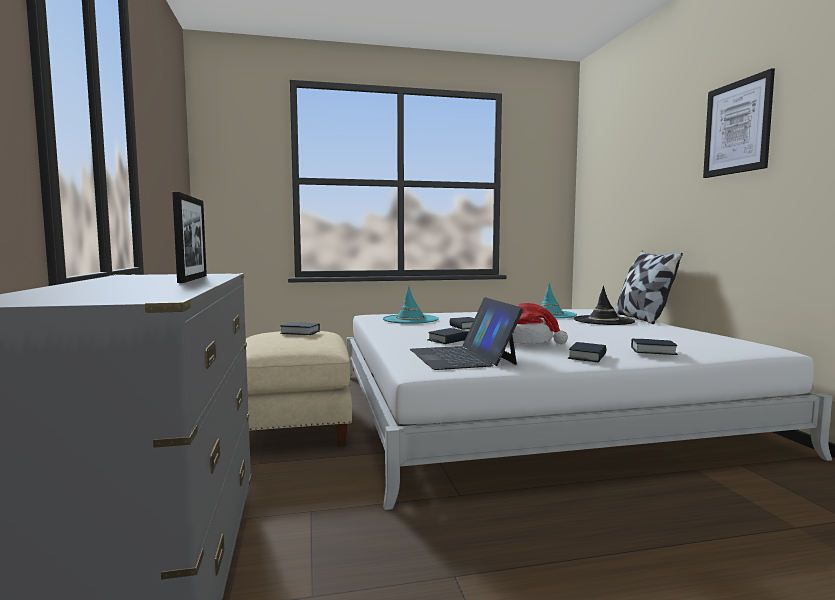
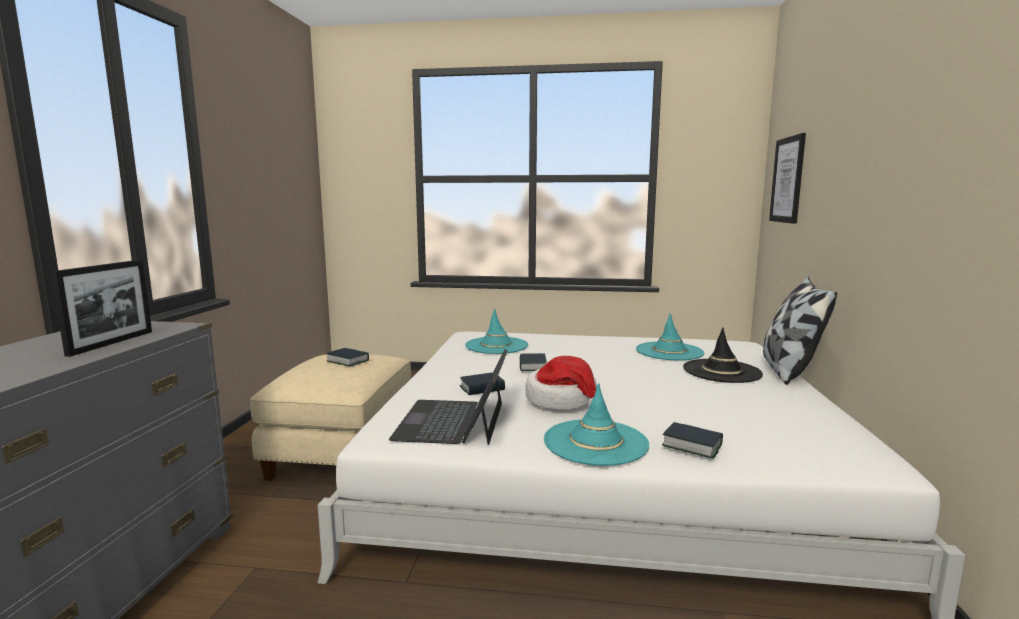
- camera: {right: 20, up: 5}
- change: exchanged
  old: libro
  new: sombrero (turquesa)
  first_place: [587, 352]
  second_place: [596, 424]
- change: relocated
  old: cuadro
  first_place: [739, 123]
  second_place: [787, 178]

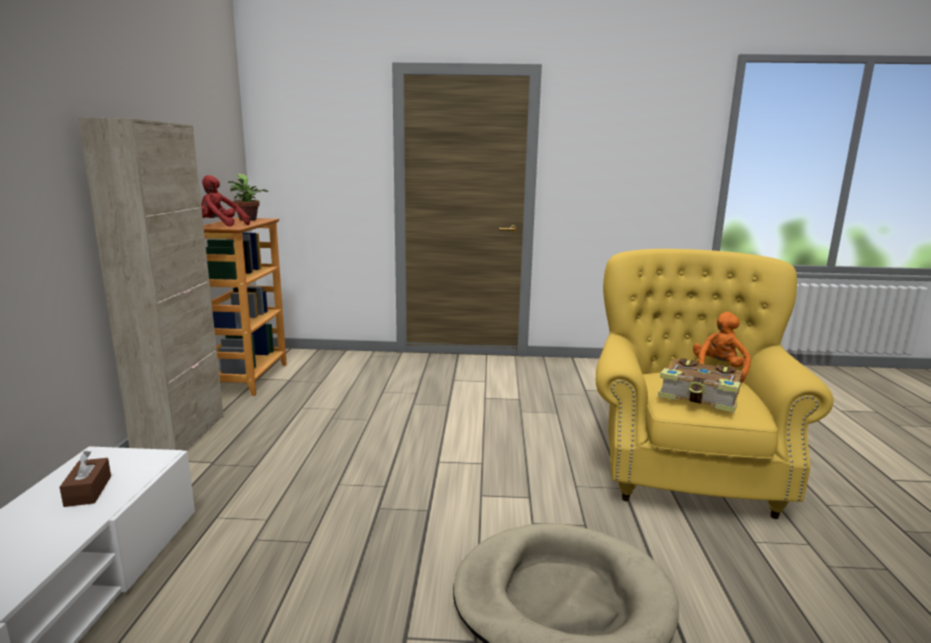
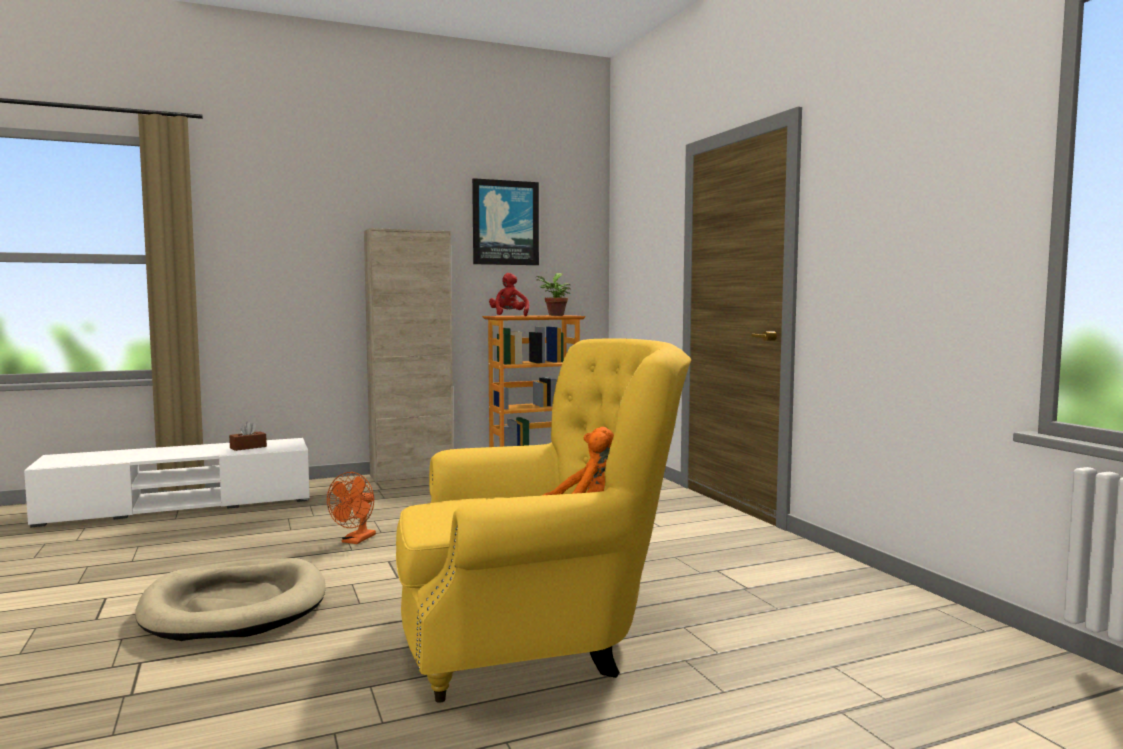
- camera: {right: 65, up: -10}
- change: missing
  old: libro
  first_place: [700, 385]
- change: appeared
  new: ventilador (naranja)
  second_place: [351, 508]
- change: appeared
  new: cuadro
  second_place: [505, 221]

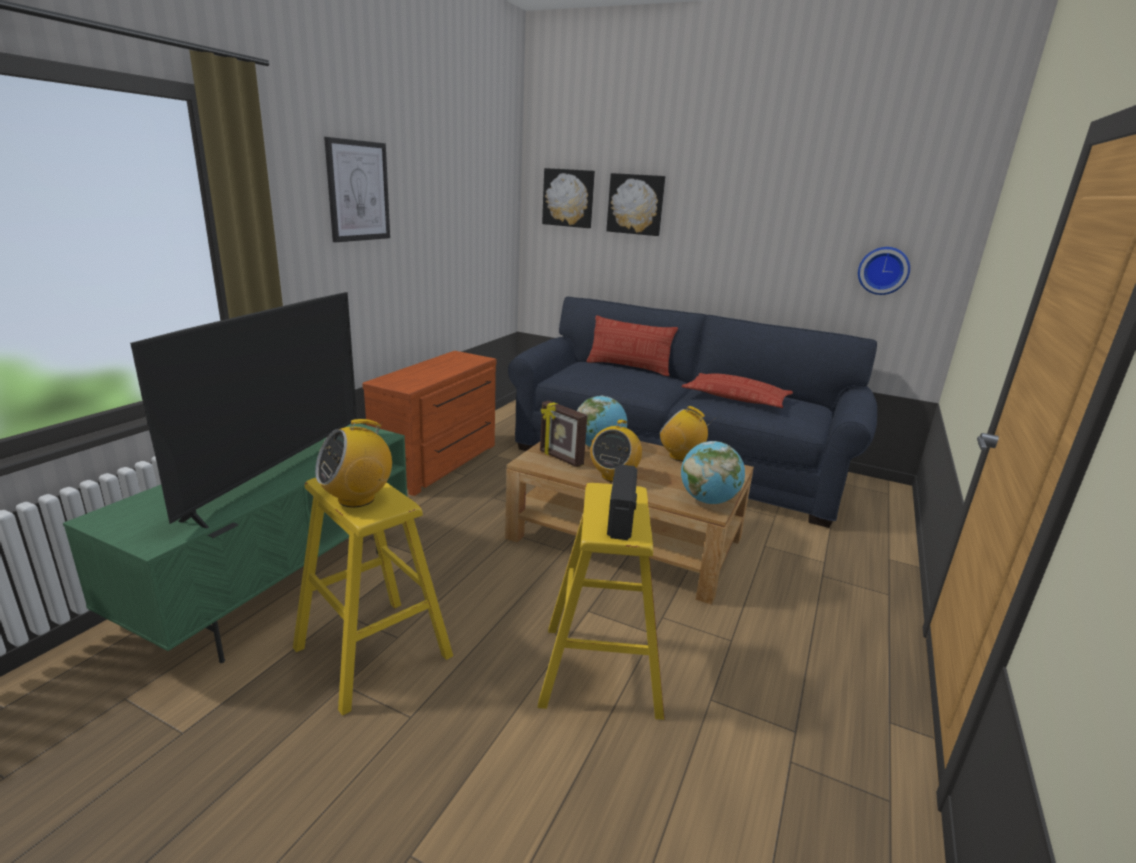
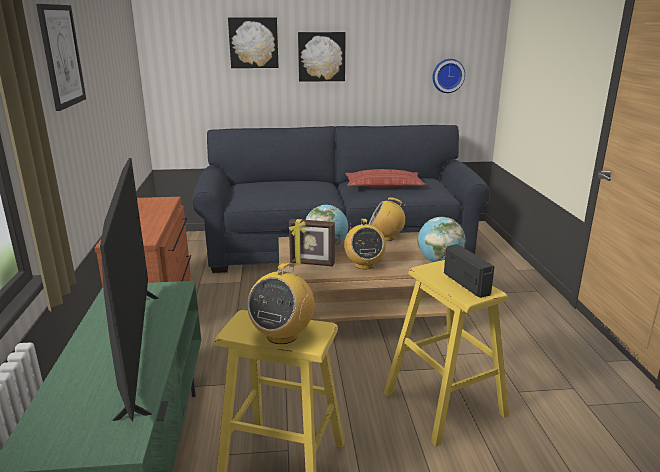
- camera: {right: -30, up: 0}
- change: relocated
  old: cuadro
  first_place: [568, 198]
  second_place: [322, 57]
- change: missing
  old: cojín
  first_place: [632, 345]

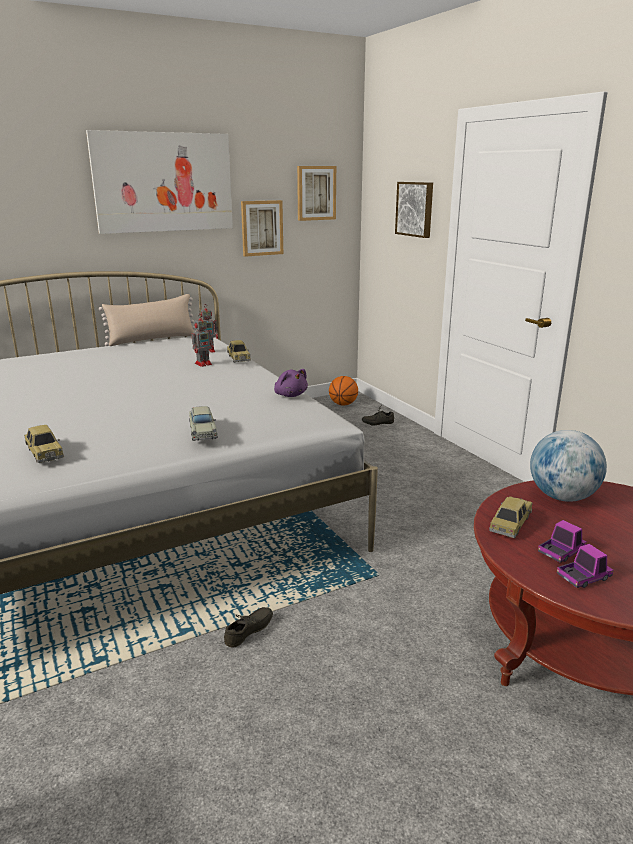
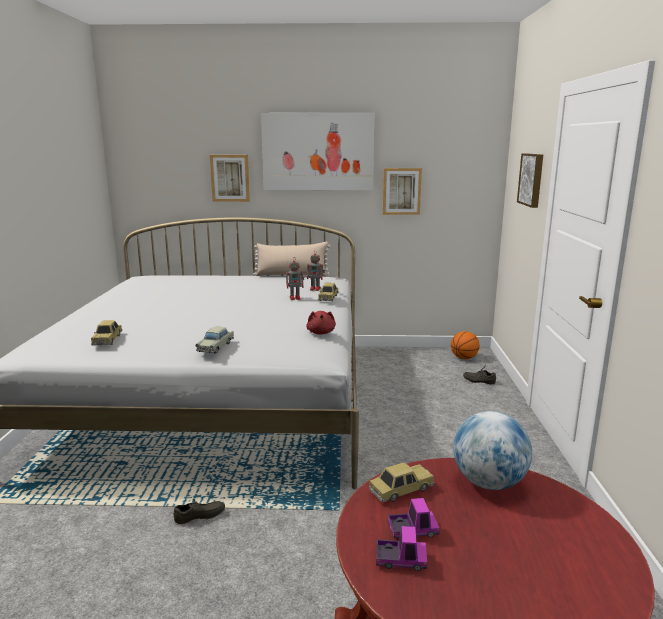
- camera: {right: 30, up: -5}
- change: colour
  old: peluche (morado)
  new: peluche (rojo)
  first_place: [291, 383]
  second_place: [321, 323]
- change: relocated
  old: cuadro
  first_place: [316, 193]
  second_place: [230, 178]

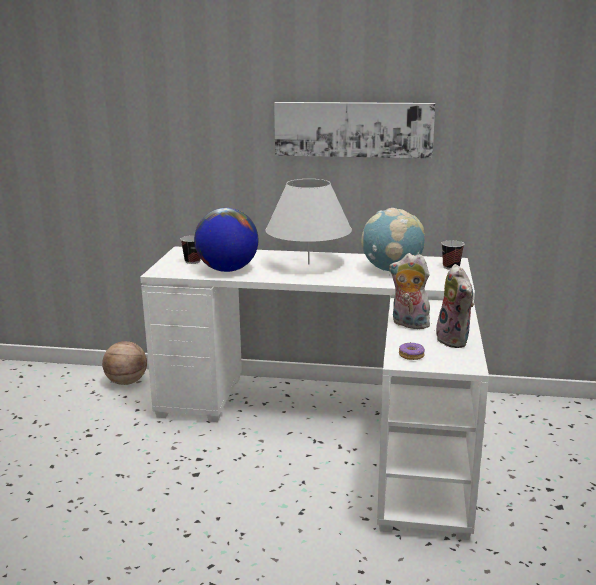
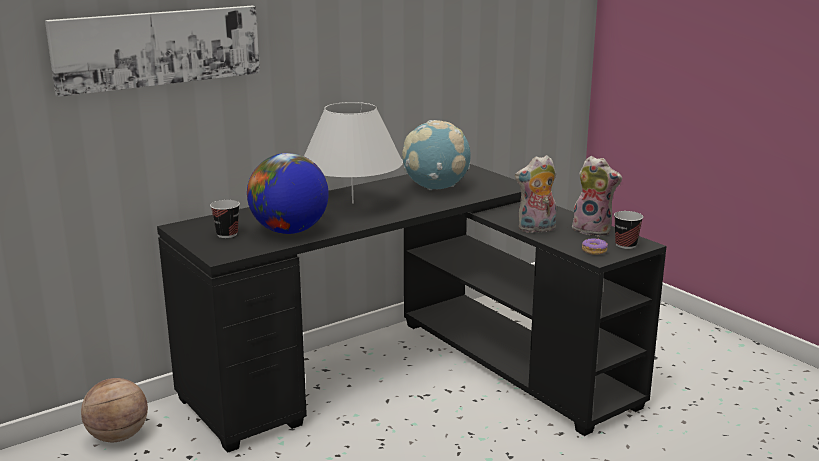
- camera: {right: -45, up: 0}
- change: colour
  old: escritorio (blanco)
  new: escritorio (negro)
  first_place: [314, 393]
  second_place: [412, 308]
- change: relocated
  old: cuadro
  first_place: [354, 130]
  second_place: [152, 51]
- change: relocated
  old: taza
  first_place: [452, 255]
  second_place: [628, 230]

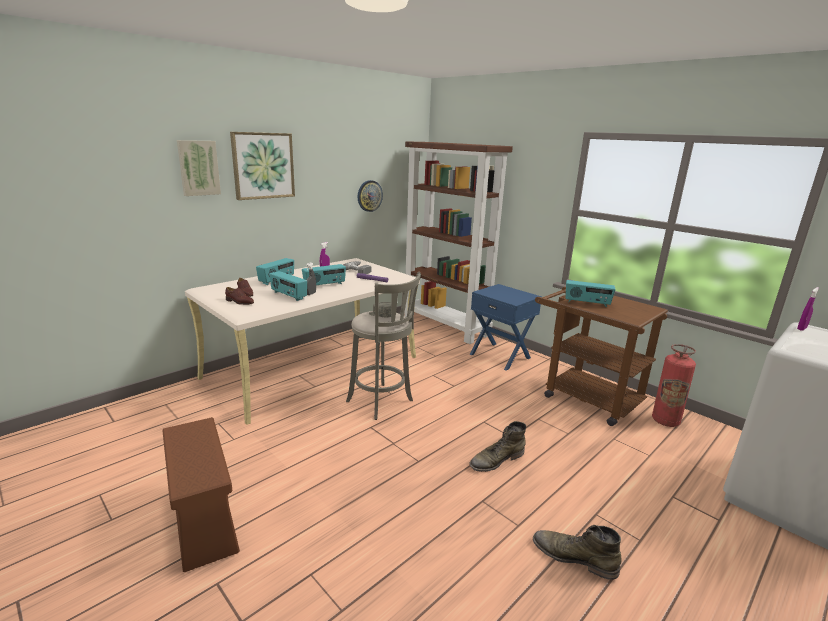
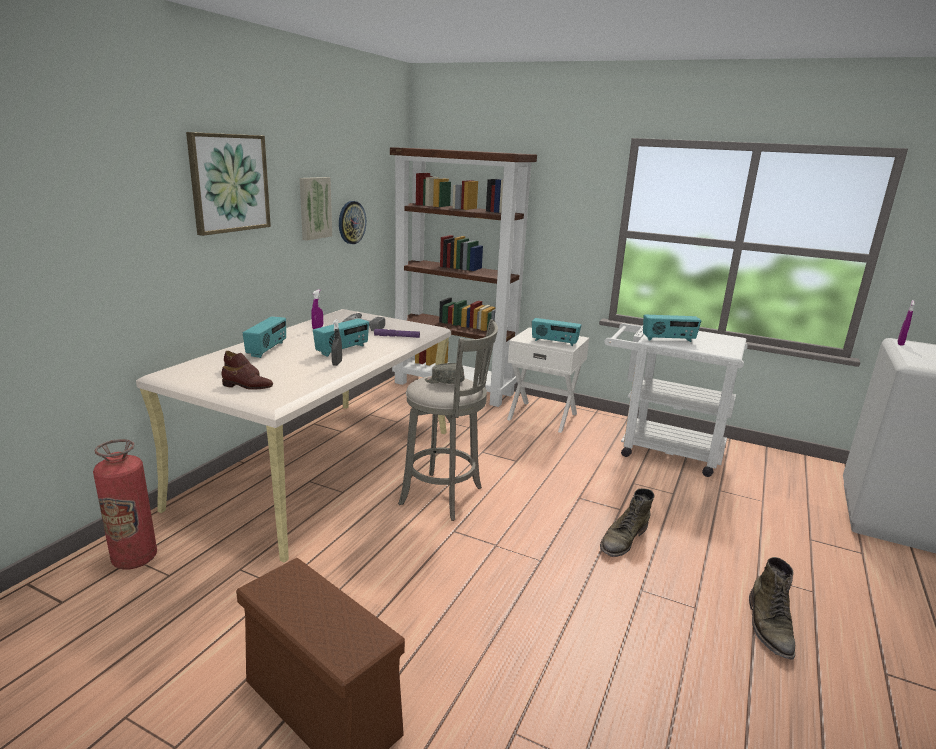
- camera: {right: -20, up: 0}
- change: relocated
  old: cuadro
  first_place: [199, 168]
  second_place: [316, 209]
- change: relocated
  old: radio
  first_place: [288, 286]
  second_place: [556, 332]
- change: colour
  old: mesita de noche (azul)
  new: mesita de noche (blanco)
  first_place: [505, 327]
  second_place: [548, 380]
- change: spun
  old: bota (verde)
  first_place: [577, 552]
  second_place: [772, 608]
  degrees: -90
- change: colour
  old: carrito (marrón)
  new: carrito (blanco)
  first_place: [601, 356]
  second_place: [676, 400]
- change: relocated
  old: extintor
  first_place: [674, 385]
  second_place: [125, 504]

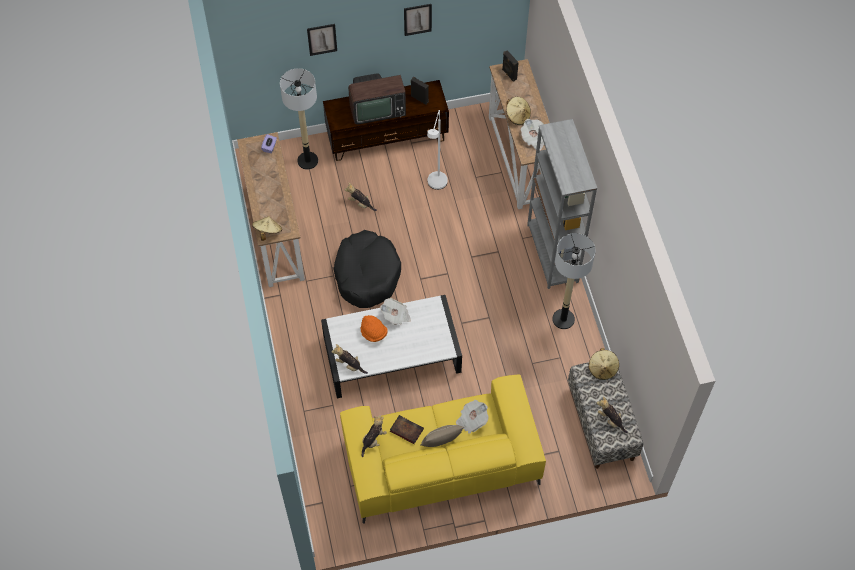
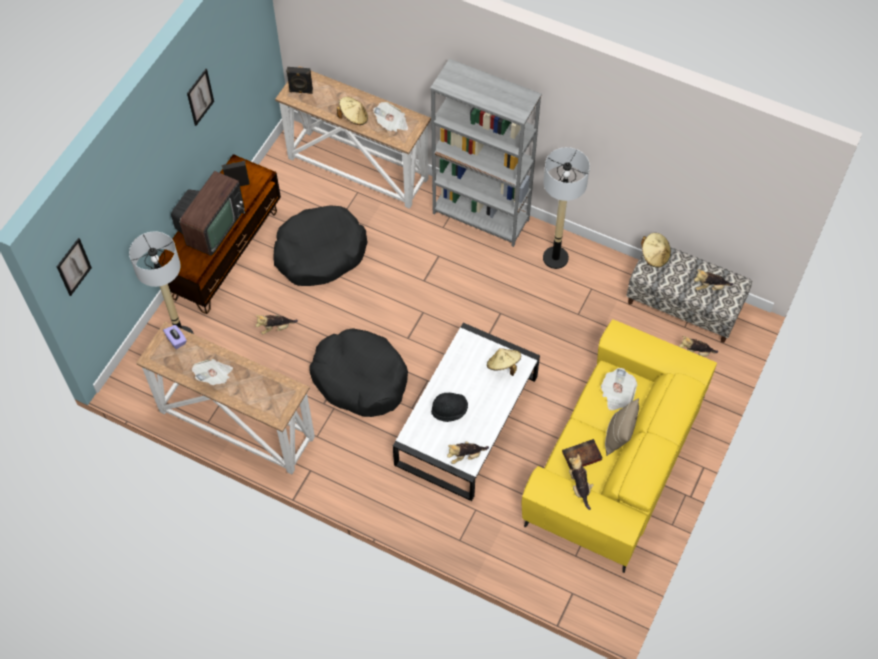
- camera: {right: -50, up: 0}
- change: relocated
  old: sombrero (beis)
  first_place: [267, 228]
  second_place: [504, 362]
- change: relocated
  old: cuadro
  first_place: [322, 40]
  second_place: [74, 267]
- change: colour
  old: sombrero (naranja)
  new: sombrero (negro)
  first_place: [374, 328]
  second_place: [449, 407]
- change: relocated
  old: periódico
  first_place: [395, 311]
  second_place: [212, 372]
- change: exchanged
  old: lámpara de pie (blanco)
  new: cama para perro (negro)
  first_place: [437, 150]
  second_place: [320, 245]
- change: appeared
  new: peluche
  second_place: [698, 346]

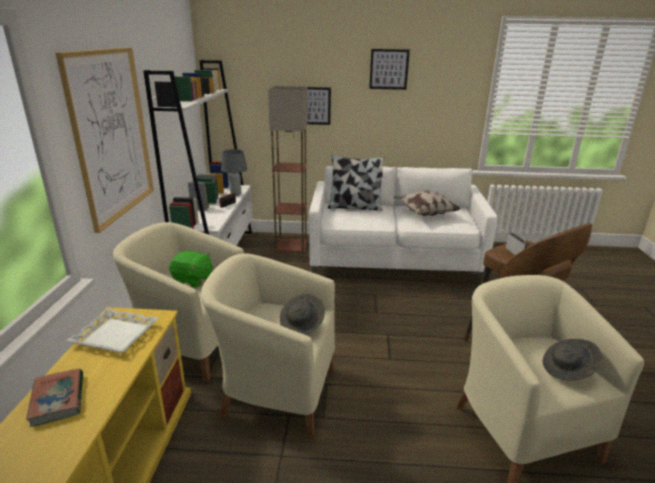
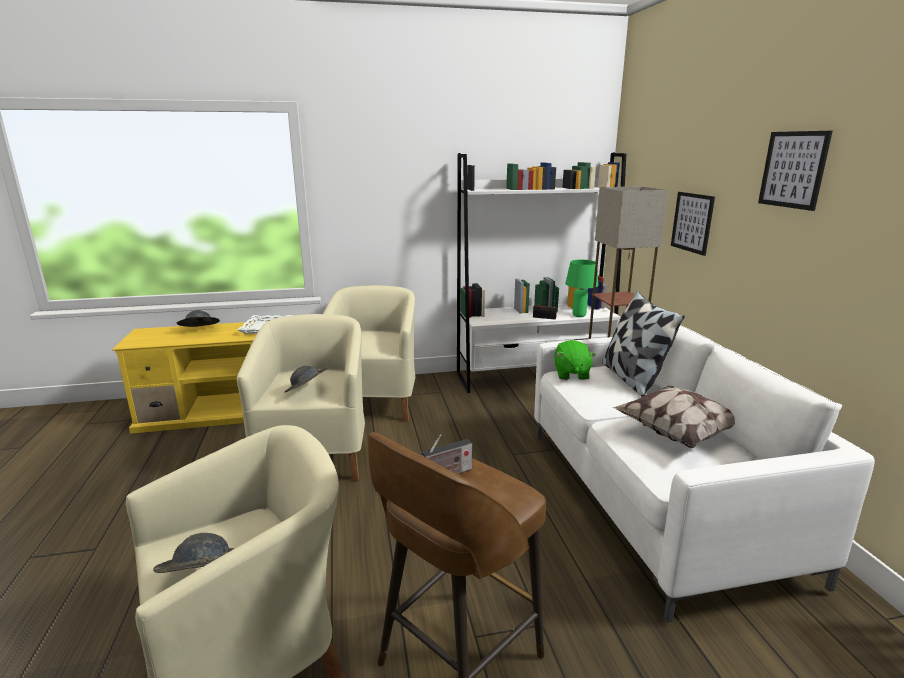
- camera: {right: 75, up: -5}
- change: exchanged
  old: libro
  new: sombrero (gris)
  first_place: [54, 398]
  second_place: [198, 318]
- change: missing
  old: cuadro
  first_place: [105, 140]
- change: relocated
  old: peluche (verde)
  first_place: [191, 269]
  second_place: [575, 360]
- change: colour
  old: lámpara de mesa (gris)
  new: lámpara de mesa (verde)
  first_place: [234, 172]
  second_place: [582, 288]

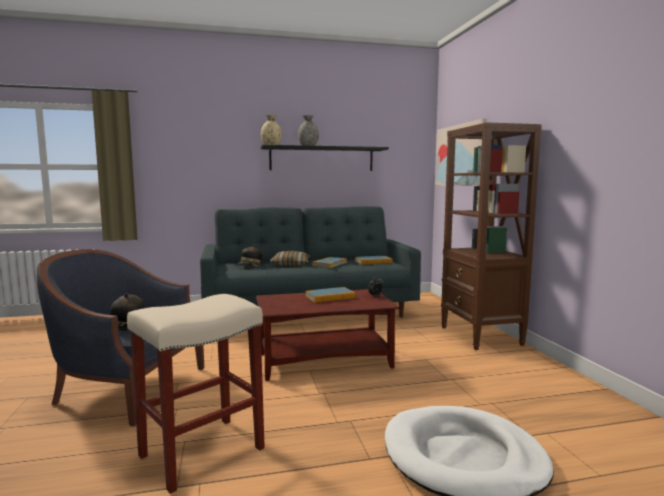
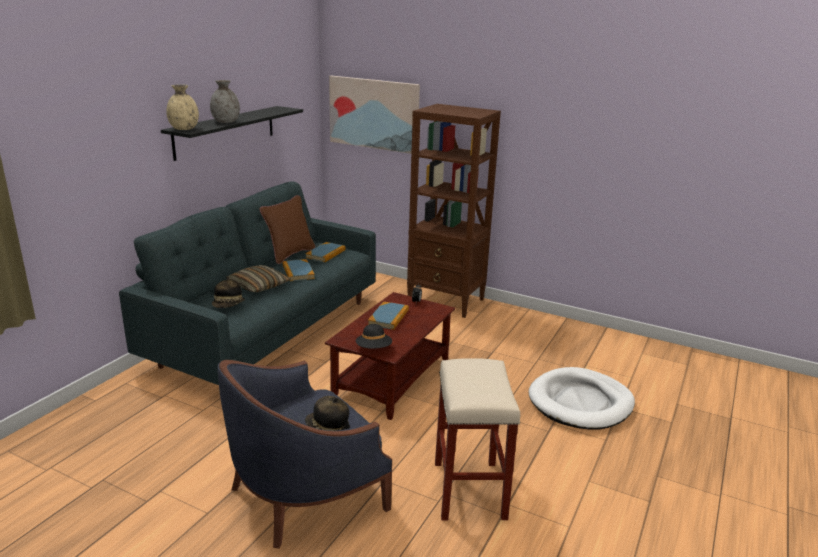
- camera: {right: -50, up: 15}
- change: appeared
  new: cojín (marrón)
  second_place: [287, 229]
- change: appeared
  new: sombrero (negro)
  second_place: [374, 336]

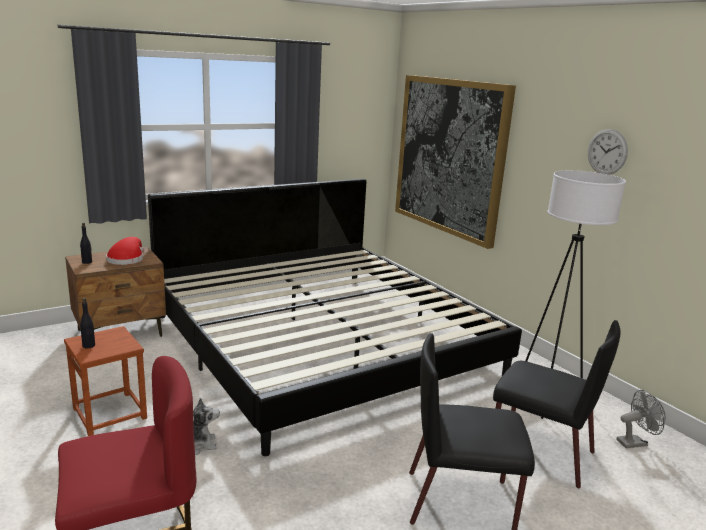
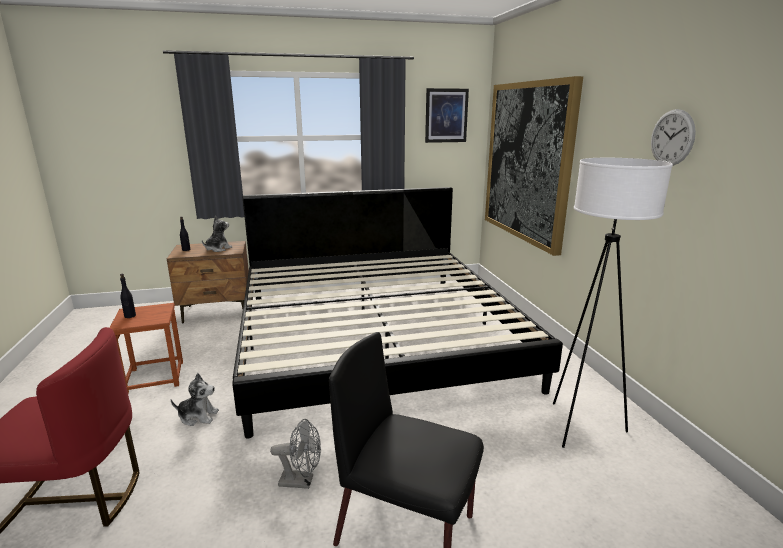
- camera: {right: 20, up: 0}
- change: exchanged
  old: sombrero (rojo)
  new: peluche
  first_place: [125, 251]
  second_place: [217, 233]
- change: missing
  old: silla (negro)
  first_place: [557, 404]
- change: relocated
  old: ventilador (gris)
  first_place: [640, 419]
  second_place: [295, 454]
- change: appeared
  new: cuadro
  second_place: [447, 115]

